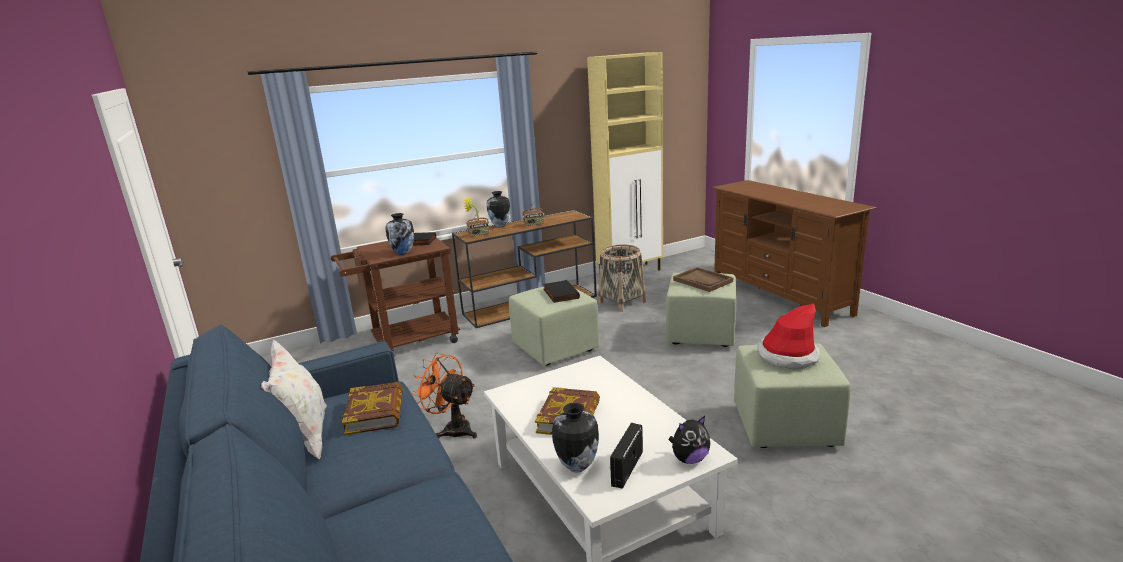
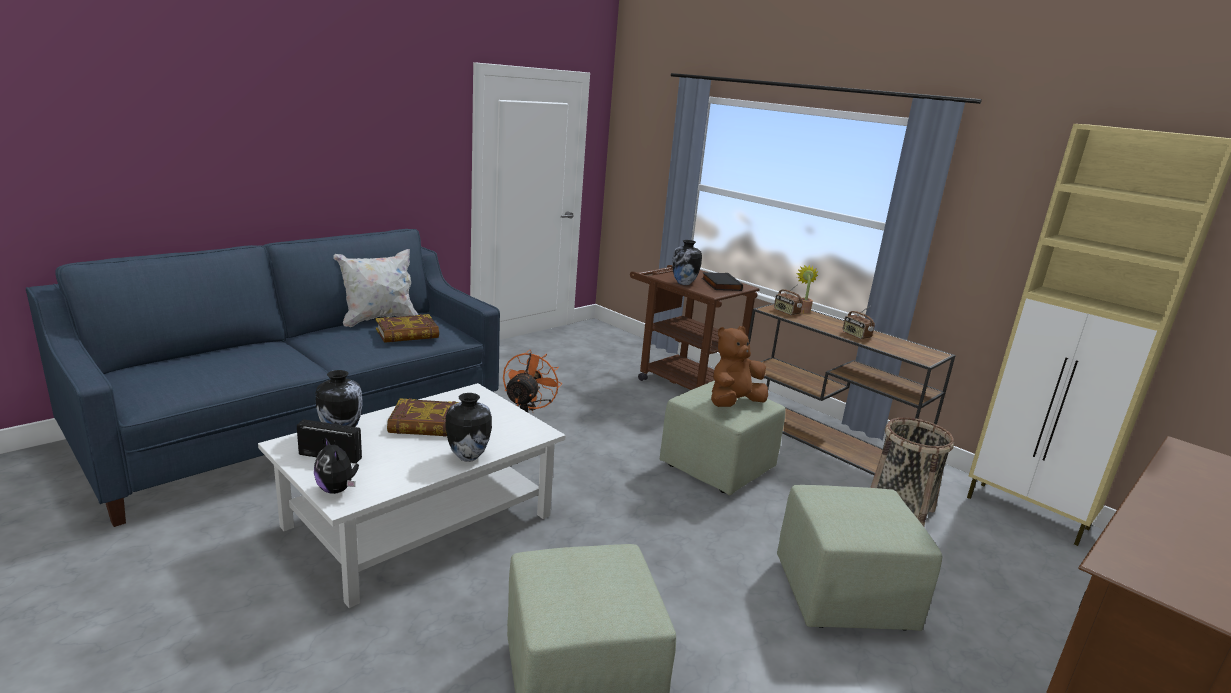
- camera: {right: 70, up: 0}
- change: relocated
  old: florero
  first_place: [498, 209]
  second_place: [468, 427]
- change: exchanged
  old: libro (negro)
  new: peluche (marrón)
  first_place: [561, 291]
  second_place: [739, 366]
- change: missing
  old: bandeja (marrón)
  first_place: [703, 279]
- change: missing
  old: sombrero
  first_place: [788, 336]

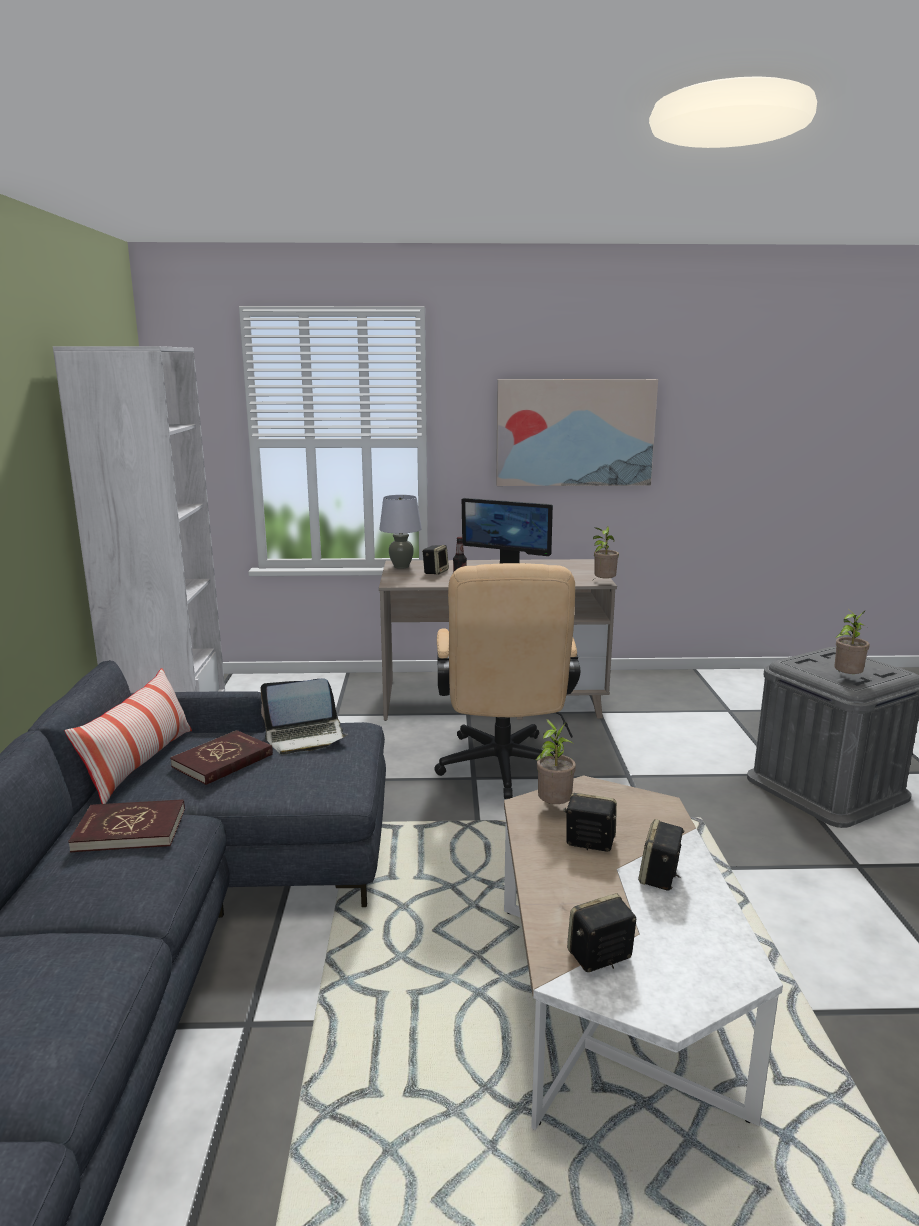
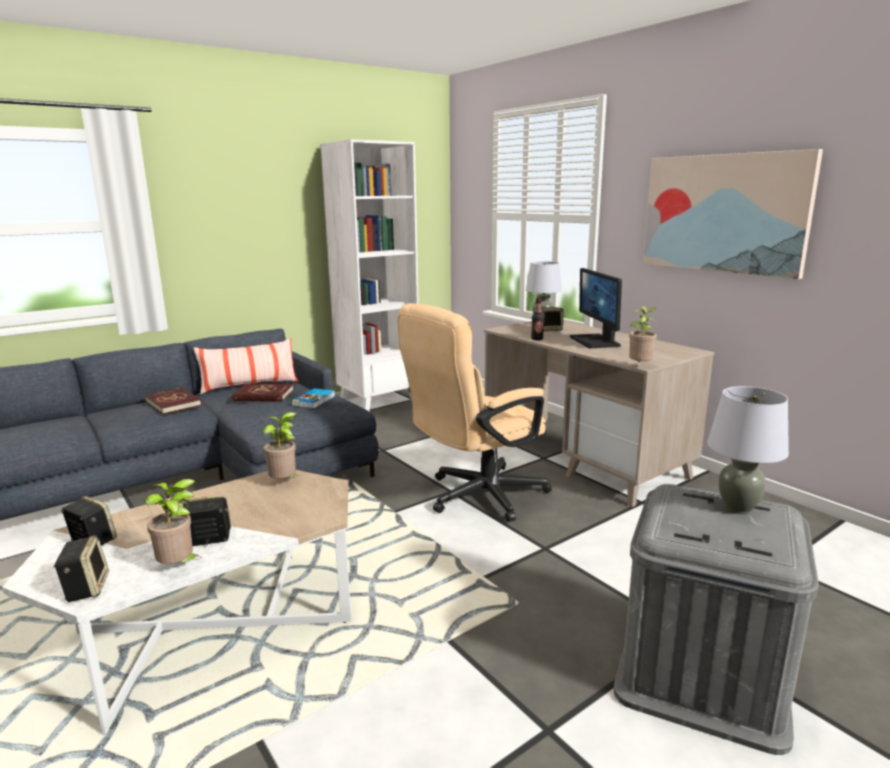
- camera: {right: 55, up: 0}
- change: exchanged
  old: portátil
  new: libro
  first_place: [304, 716]
  second_place: [313, 398]
- change: relocated
  old: altavoz
  first_place: [590, 822]
  second_place: [81, 568]
- change: relocated
  old: planta en maceta
  first_place: [852, 641]
  second_place: [173, 521]
- change: appeared
  new: lámpara de mesa (gris)
  second_place: [748, 450]

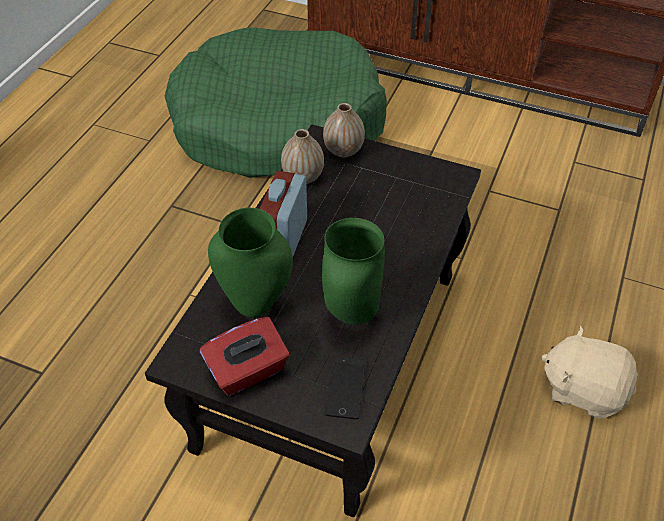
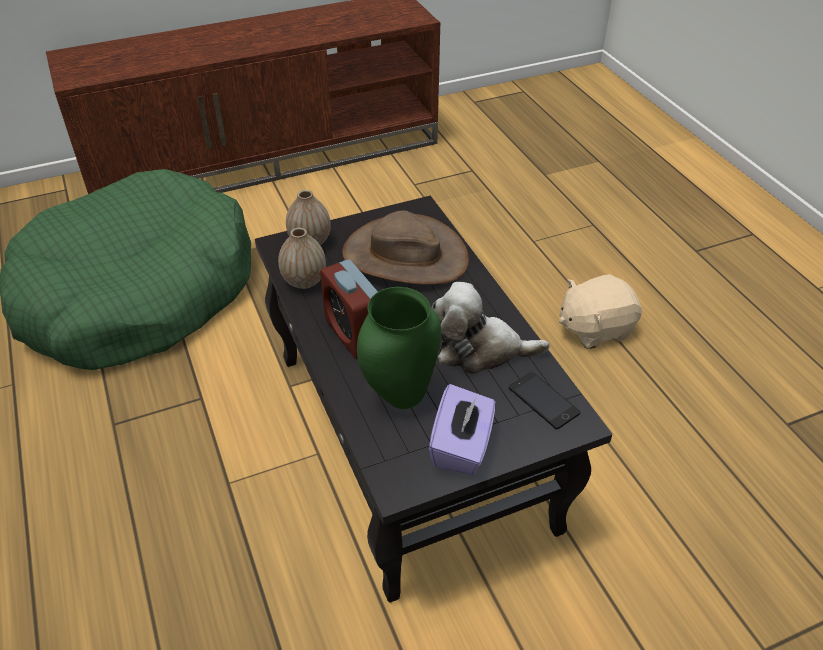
- camera: {right: -45, up: -5}
- change: colour
  old: caja de pañuelos (rojo)
  new: caja de pañuelos (morado)
  first_place: [245, 356]
  second_place: [462, 429]
- change: exchanged
  old: florero (verde)
  new: peluche
  first_place: [353, 271]
  second_place: [491, 328]
- change: appeared
  new: sombrero (marrón)
  second_place: [405, 248]

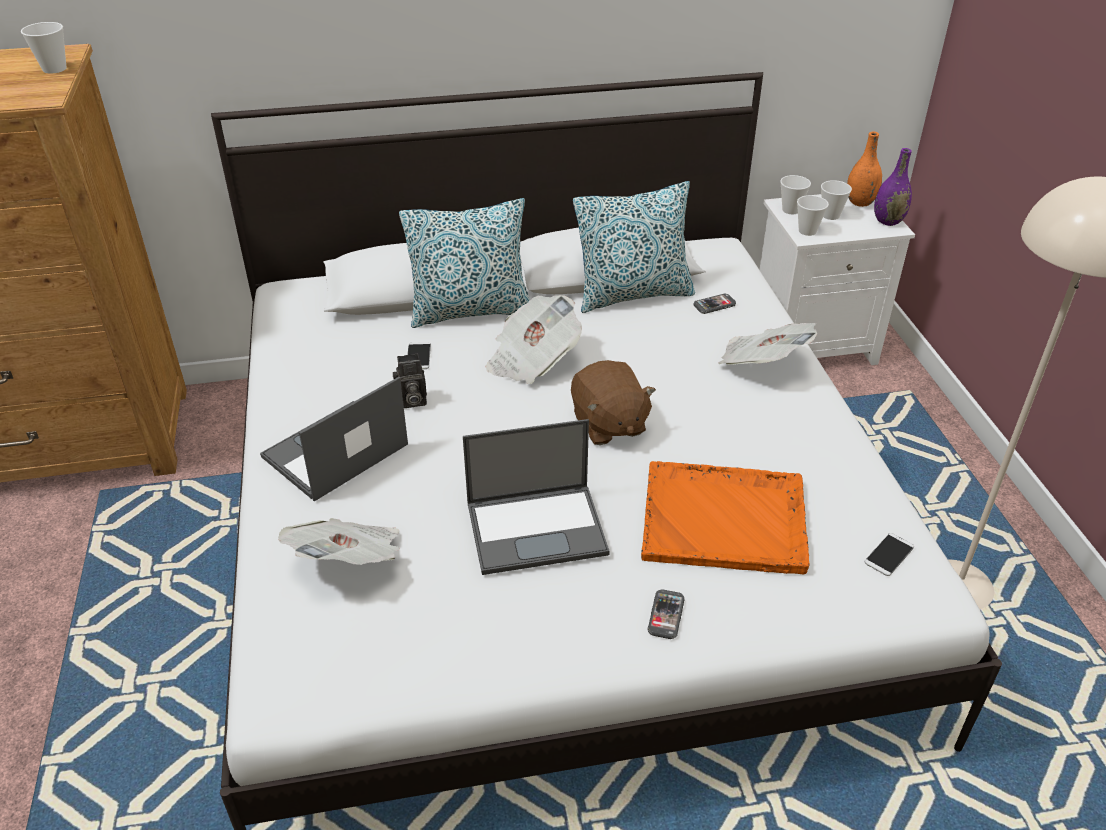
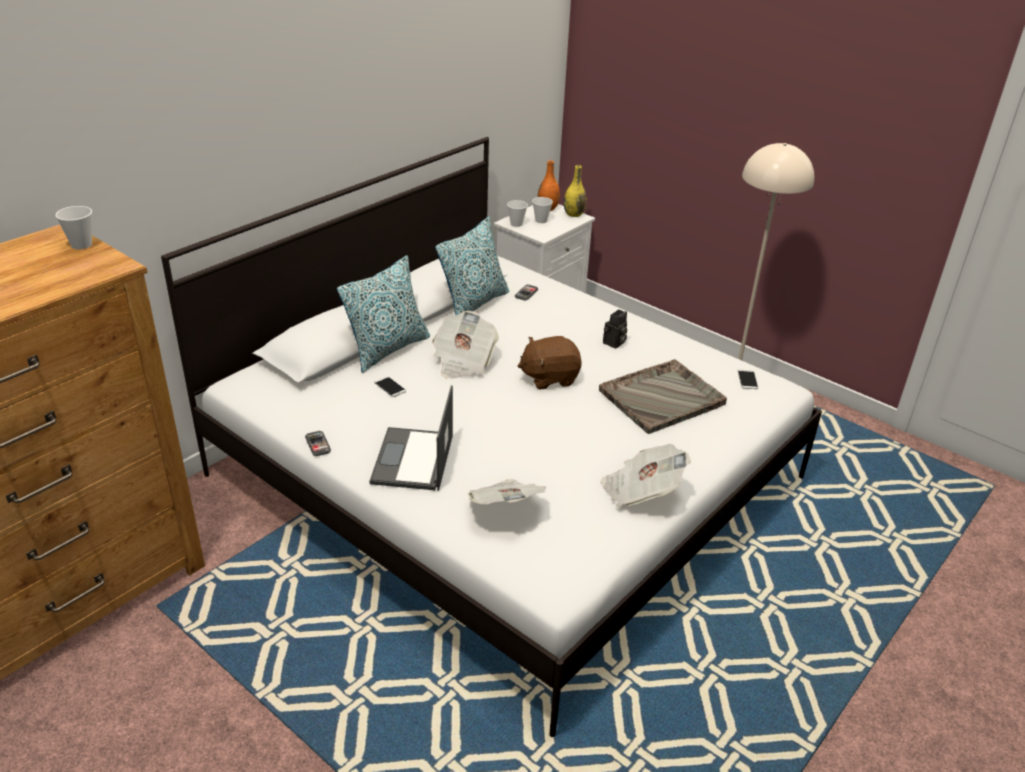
- camera: {right: -40, up: -5}
- change: relocated
  old: cámara
  first_place: [410, 380]
  second_place: [615, 329]
- change: missing
  old: portátil
  first_place: [536, 497]
- change: spun
  old: peluche (marrón)
  first_place: [613, 402]
  second_place: [550, 363]
  degrees: 135
- change: colour
  old: bandeja (naranja)
  new: bandeja (gris)
  first_place: [725, 518]
  second_place: [663, 396]
- change: relocated
  old: móvil
  first_place: [666, 614]
  second_place: [318, 443]
- change: relocated
  old: periódico
  first_place: [767, 344]
  second_place: [645, 476]
- change: missing
  old: taza
  first_place: [813, 215]
- change: colour
  old: florero (morado)
  new: florero (amarillo)
  first_place: [893, 187]
  second_place: [575, 191]

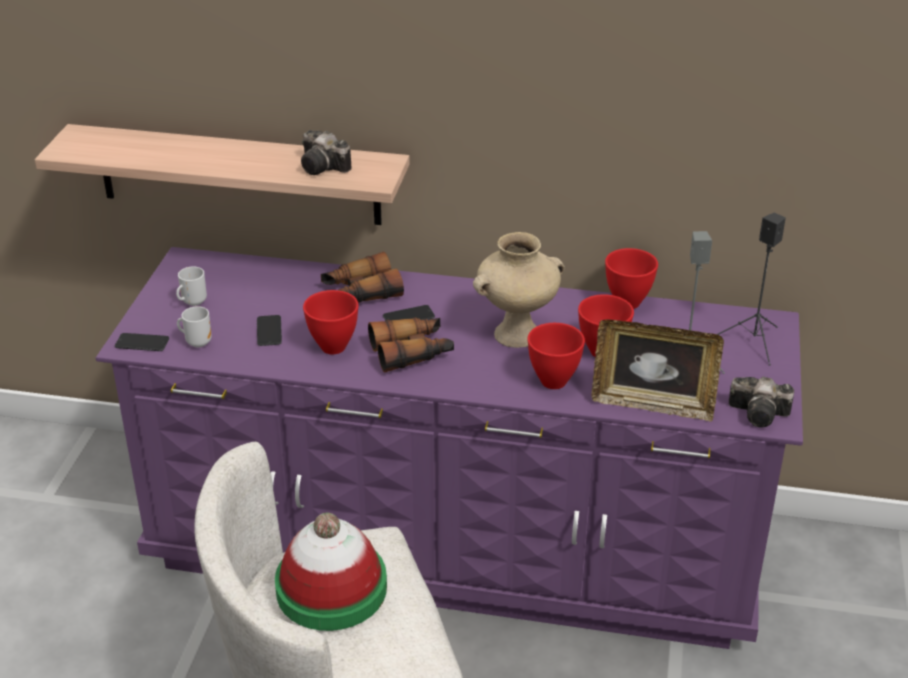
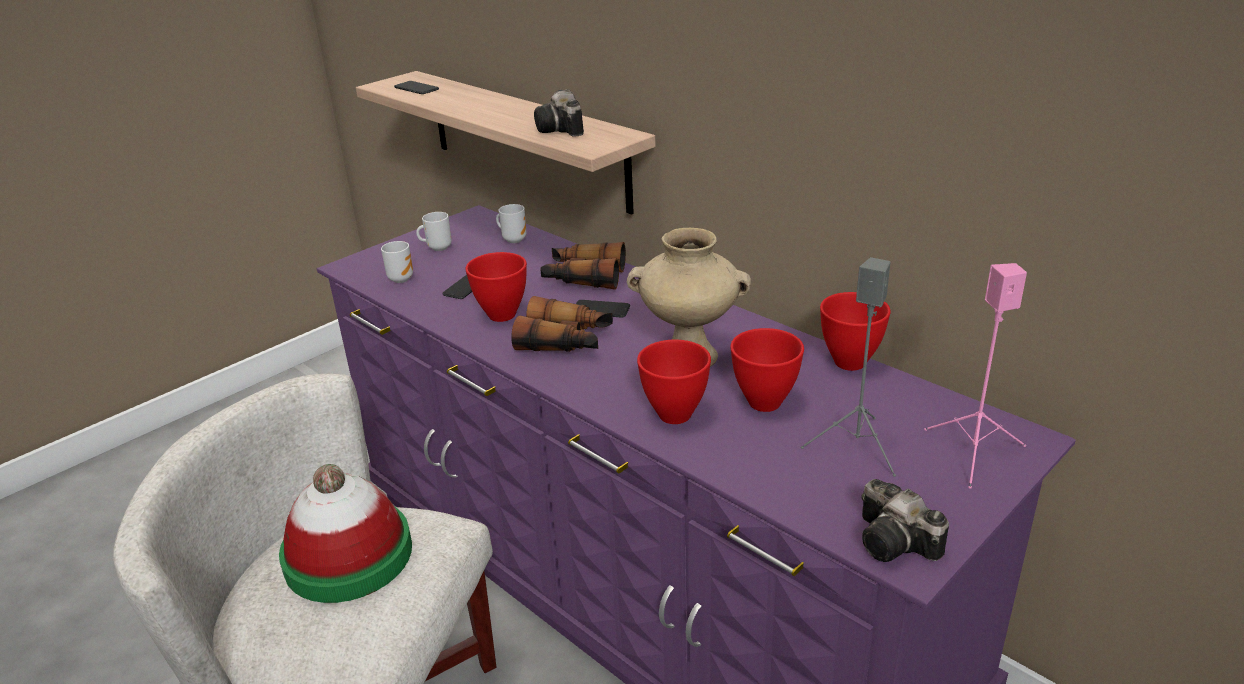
- camera: {right: 35, up: -5}
- change: relocated
  old: móvil
  first_place: [142, 342]
  second_place: [416, 87]
- change: missing
  old: portarretratos
  first_place: [658, 371]
- change: colour
  old: altavoz (negro)
  new: altavoz (rosa)
  first_place: [751, 289]
  second_place: [975, 376]
- change: appeared
  new: taza grande
  second_place: [511, 223]

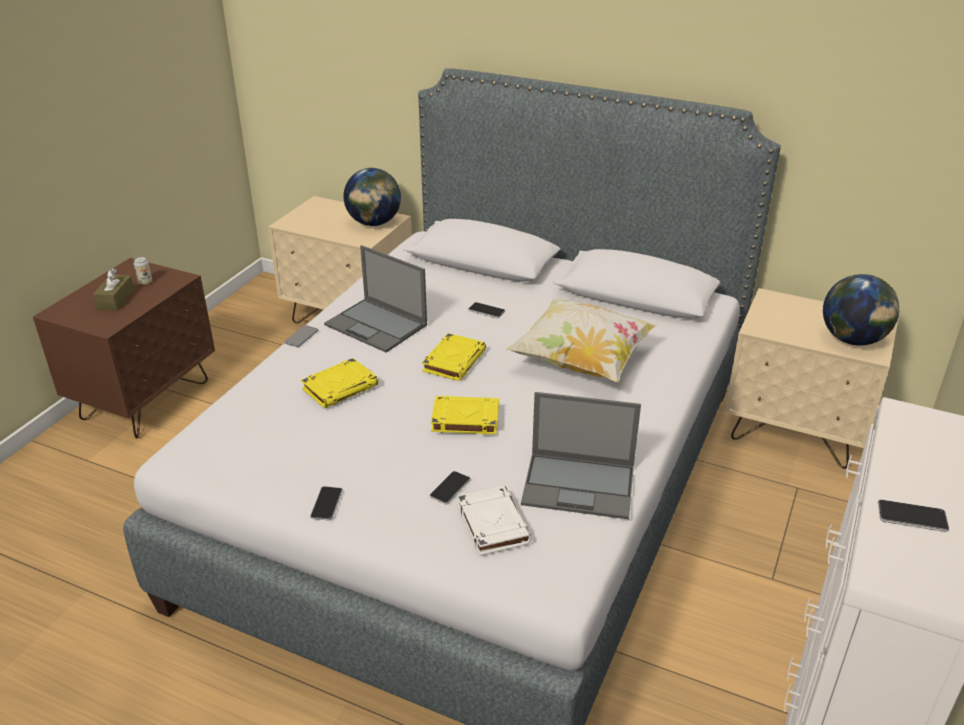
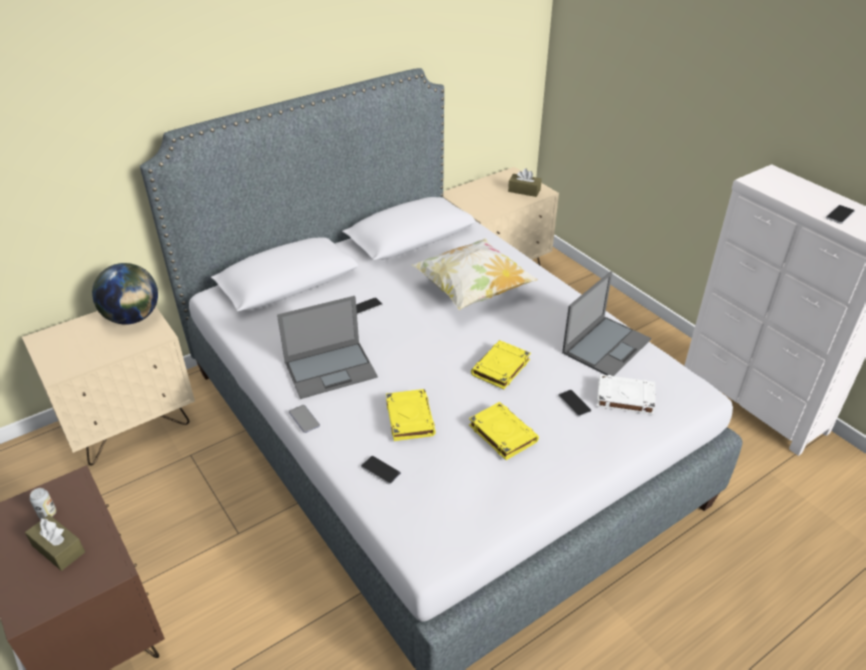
- camera: {right: -60, up: 5}
- change: relocated
  old: móvil
  first_place: [326, 503]
  second_place: [381, 470]
- change: relocated
  old: libro (amarillo)
  first_place: [454, 357]
  second_place: [504, 431]
- change: exchanged
  old: globo terráqueo
  new: caja de pañuelos (marrón)
  first_place: [861, 310]
  second_place: [525, 182]

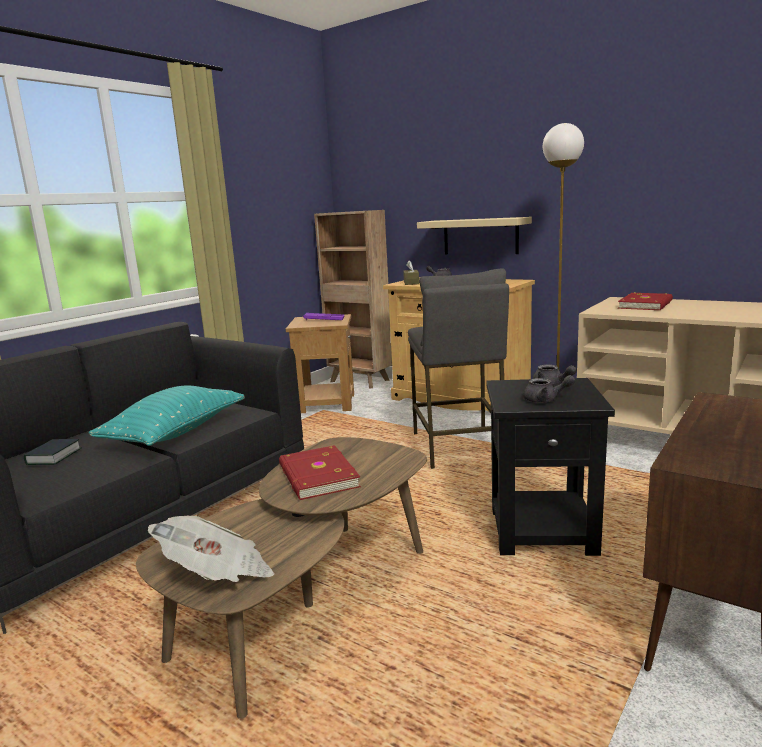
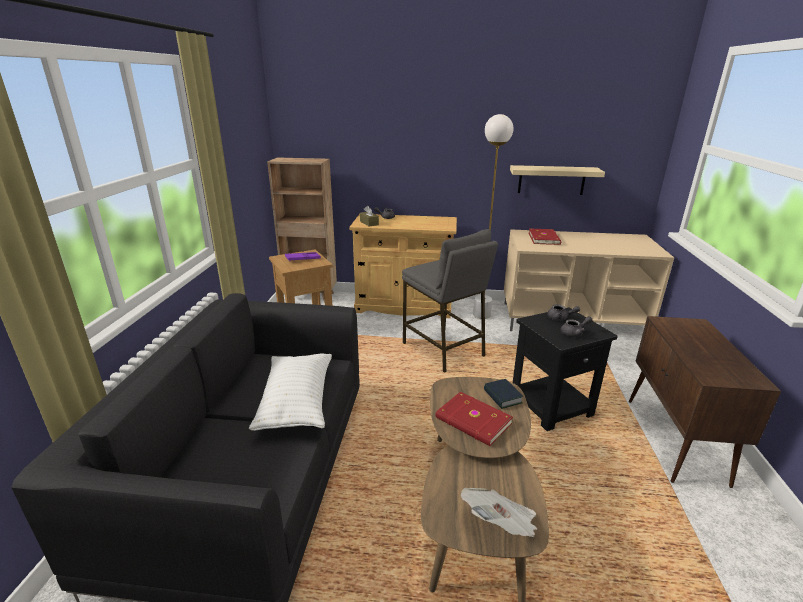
- camera: {right: -30, up: 10}
- change: relocated
  old: libro
  first_place: [52, 452]
  second_place: [503, 394]
- change: colour
  old: cojín (turquesa)
  new: cojín (blanco)
  first_place: [166, 415]
  second_place: [290, 392]
- change: relocated
  old: estante (beis)
  first_place: [474, 235]
  second_place: [557, 180]

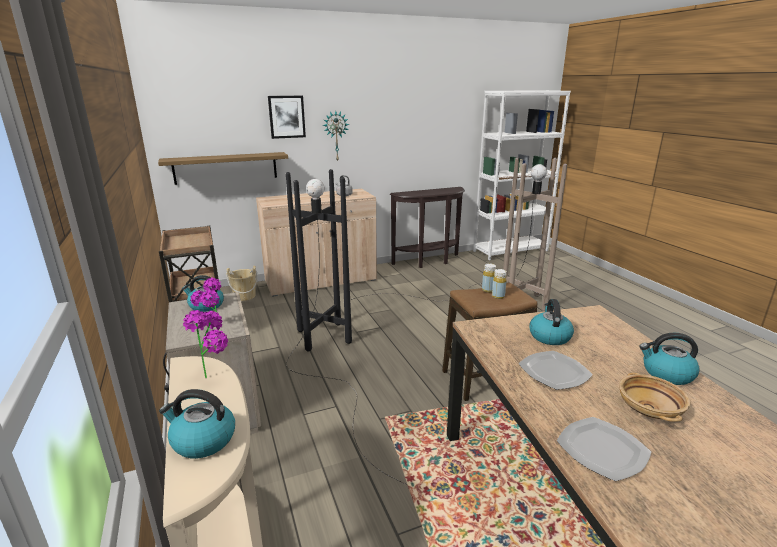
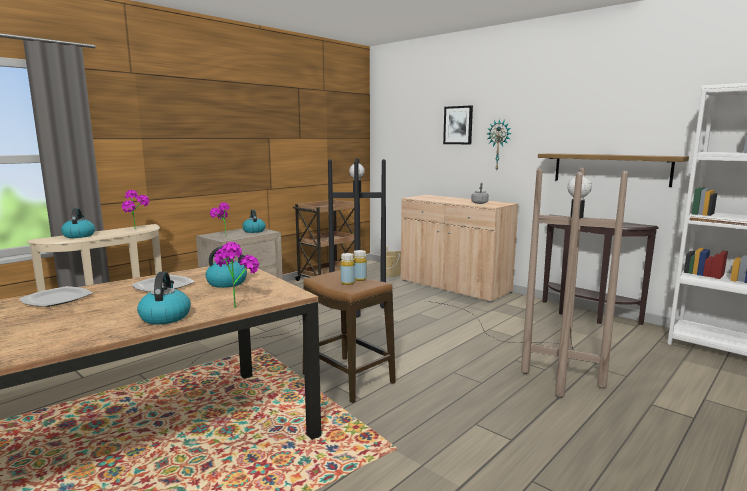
- camera: {right: 65, up: -10}
- change: relocated
  old: estante
  first_place: [223, 168]
  second_place: [613, 170]
- change: missing
  old: cuenco (beis)
  first_place: [654, 397]
- change: appeared
  new: planta en maceta
  second_place: [236, 275]

